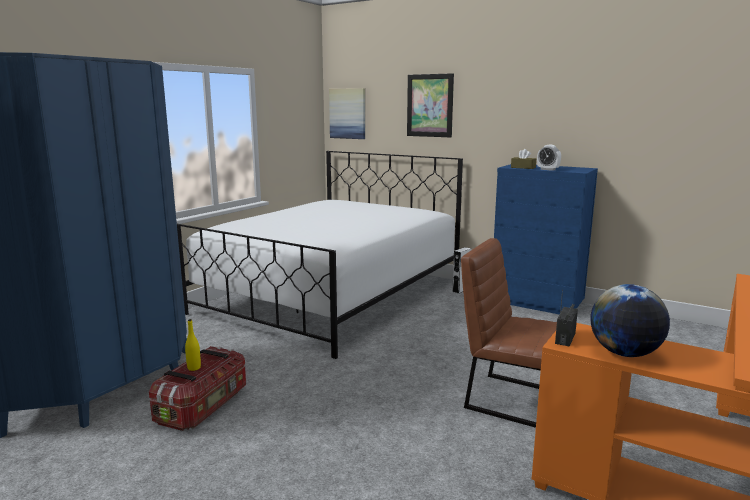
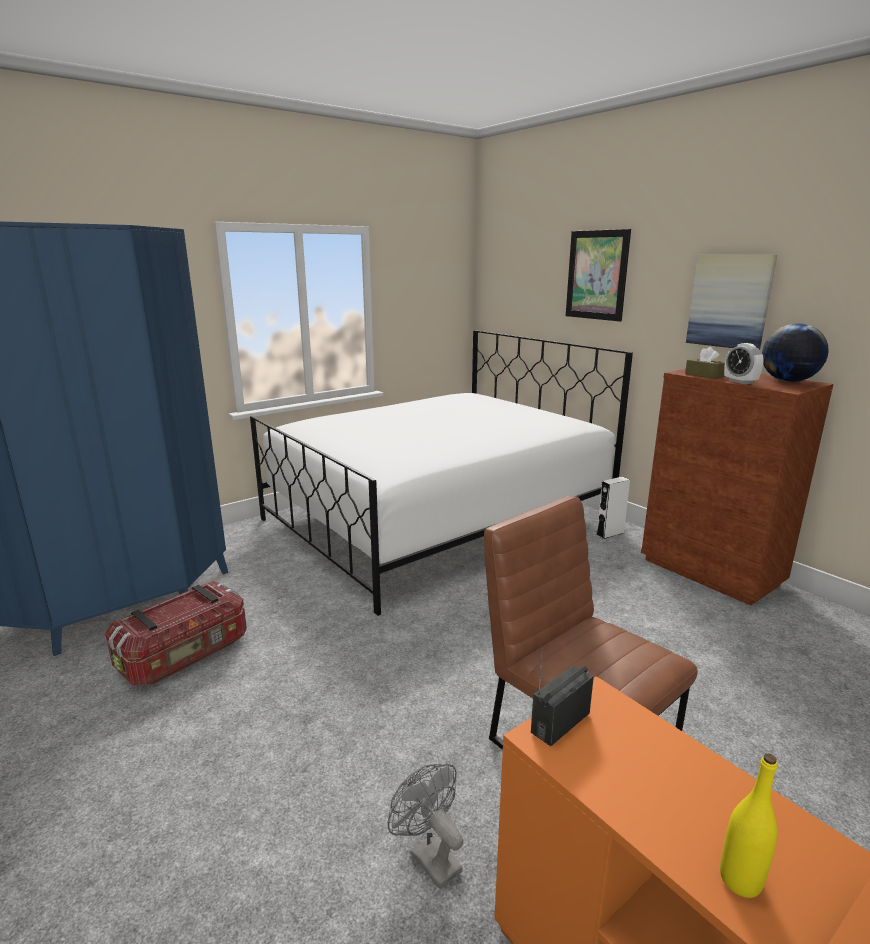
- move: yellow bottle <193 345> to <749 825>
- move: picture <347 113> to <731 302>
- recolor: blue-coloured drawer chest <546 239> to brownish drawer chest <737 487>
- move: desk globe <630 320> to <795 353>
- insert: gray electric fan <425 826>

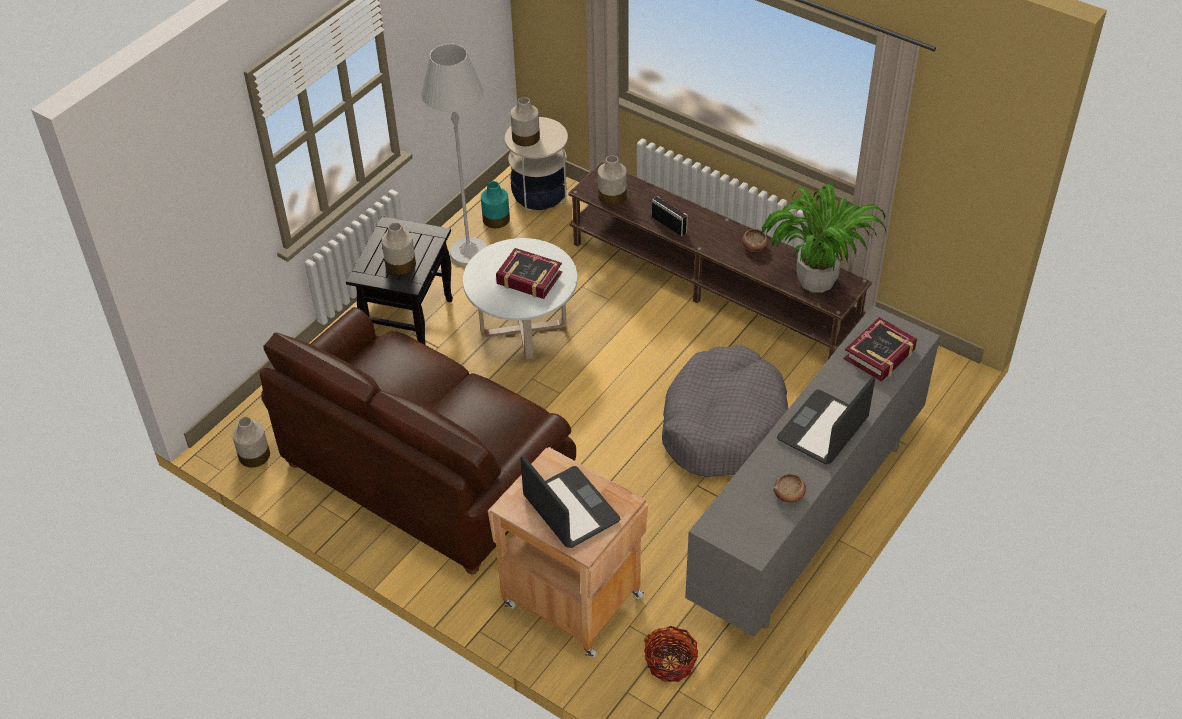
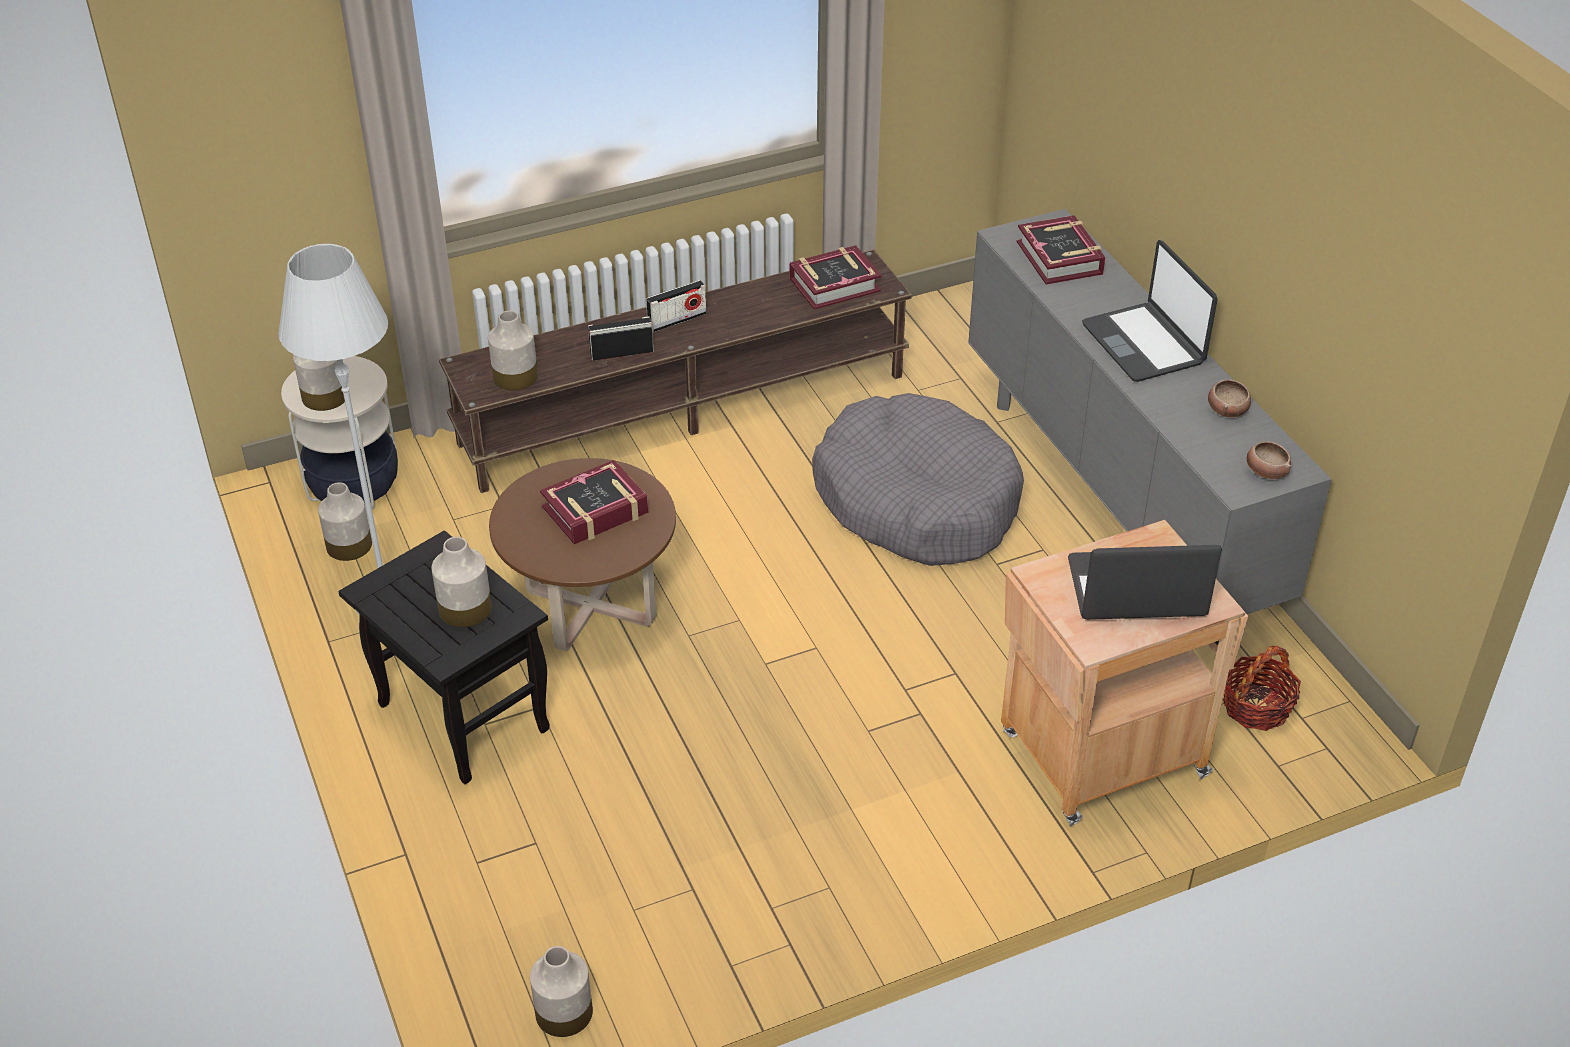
- delete: brownish couch <418 440>
- recolor: white coffee table <520 298> to brownish coffee table <582 554>
- recolor: turquoise-coloured vase <495 204> to beige-coloured vase <345 521>
- move: bowl <755 240> to <1269 460>
- replace: potted plant <824 238> to bound book <836 277>
- insert: radio set <676 306>

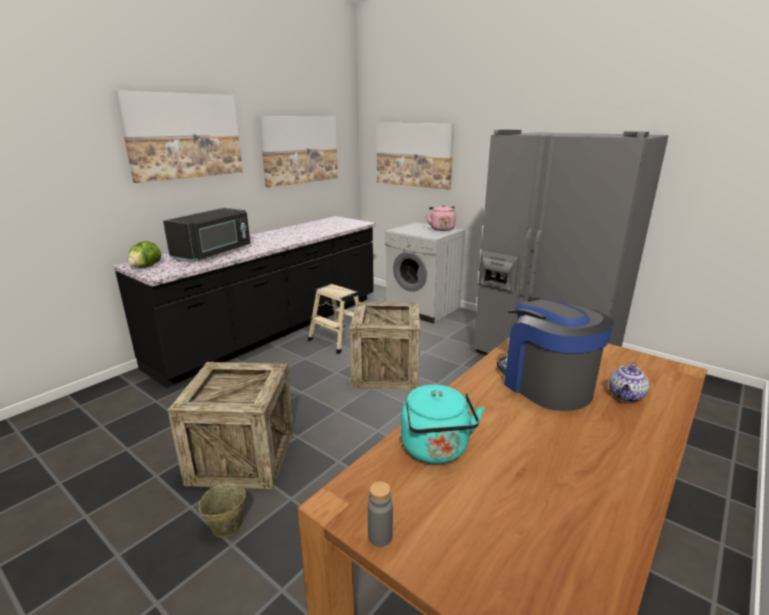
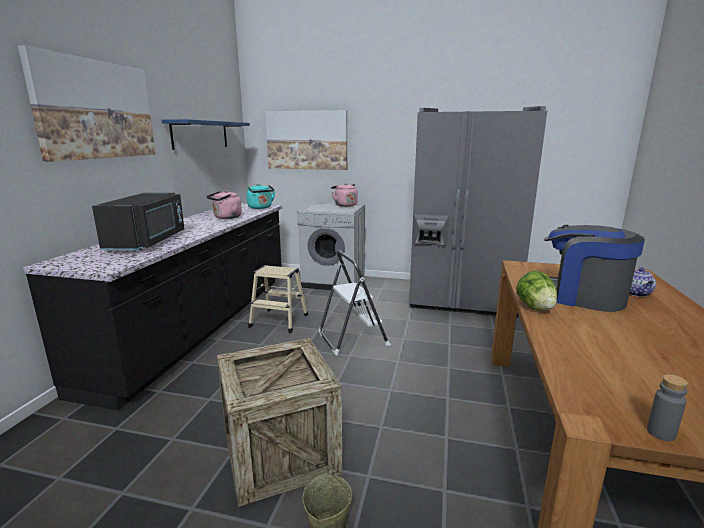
- move: head of lettuce <144 254> to <536 291>
- replace: picture <298 152> to blue-coloured bracket shelf <206 134>
- replace: crate <385 346> to white step stool <355 303>
- move: turquoise-coloured tea kettle <442 424> to <261 196>
- insert: pink-coloured tea kettle <224 204>

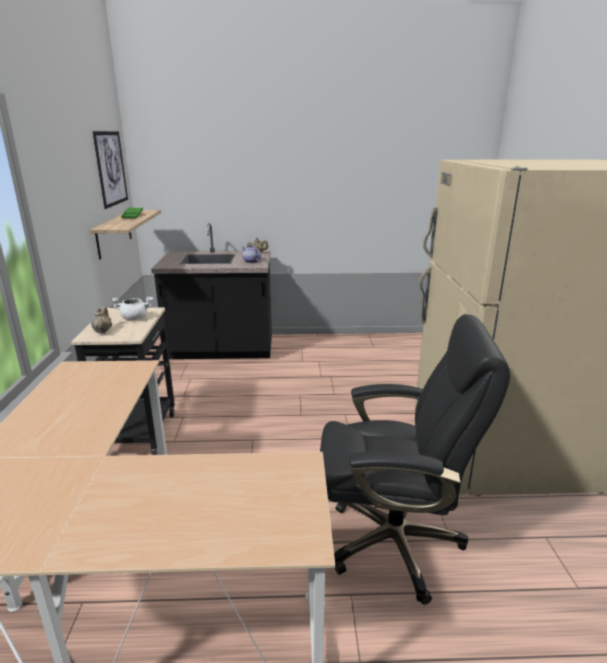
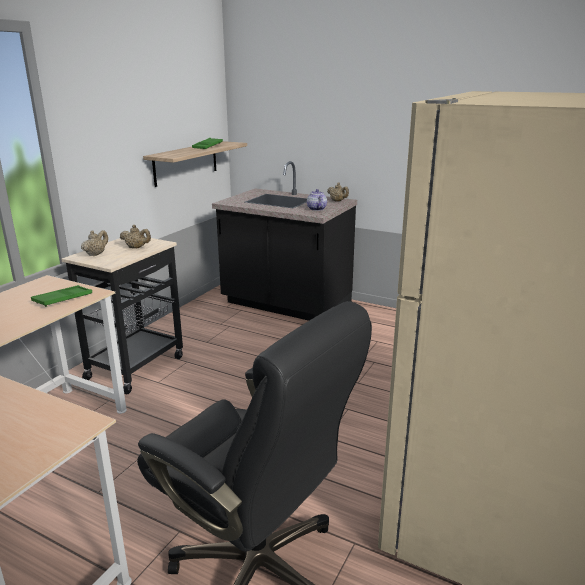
- delete: picture <110 170>
- replace: white stockpot <132 308> to beige-coloured tea pot <135 237>
- insert: green-coloured tray <61 296>

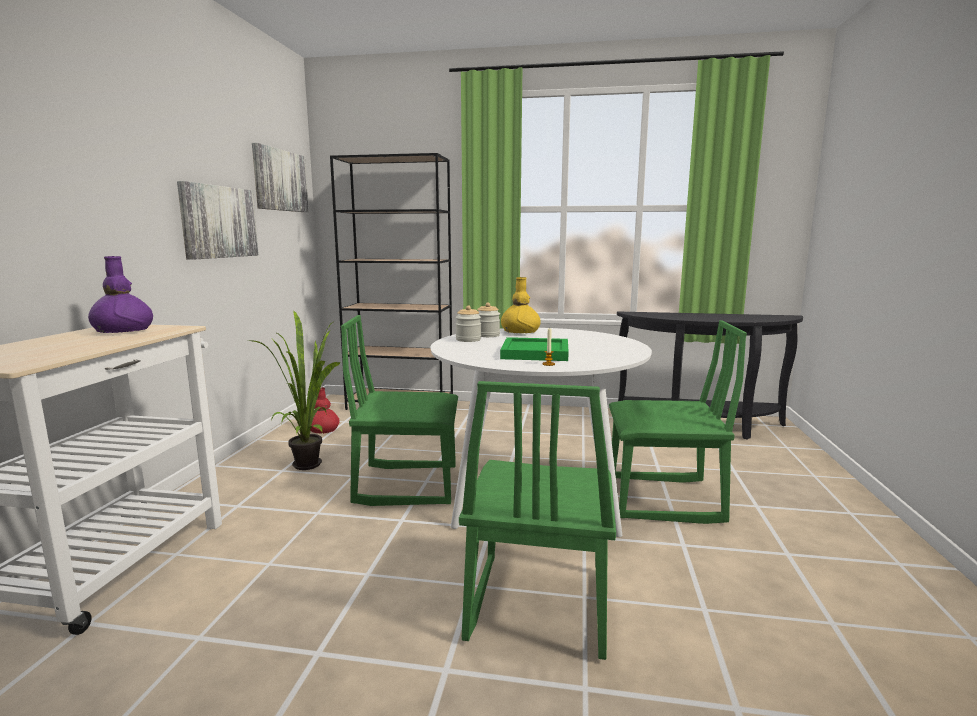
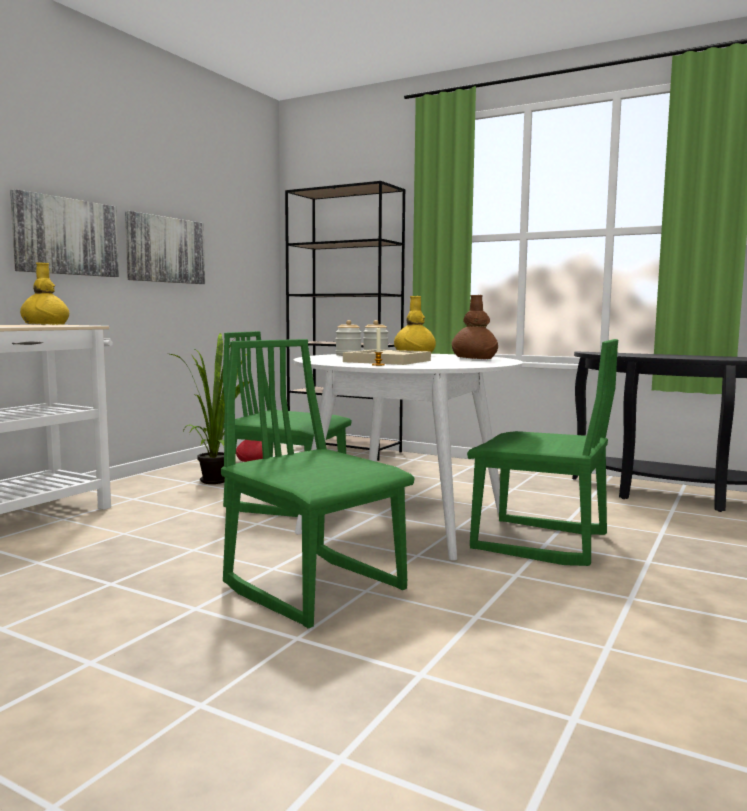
- recolor: purplish vase <120 294> to yellow vase <44 294>
- move: picture <280 177> to <64 233>
- rotate: green-coloured upright chair <537 520> = <317 484> 105 degrees clockwise
- recolor: green-coloured tray <534 349> to beige-coloured tray <387 357>
- insert: brownish vase <475 327>

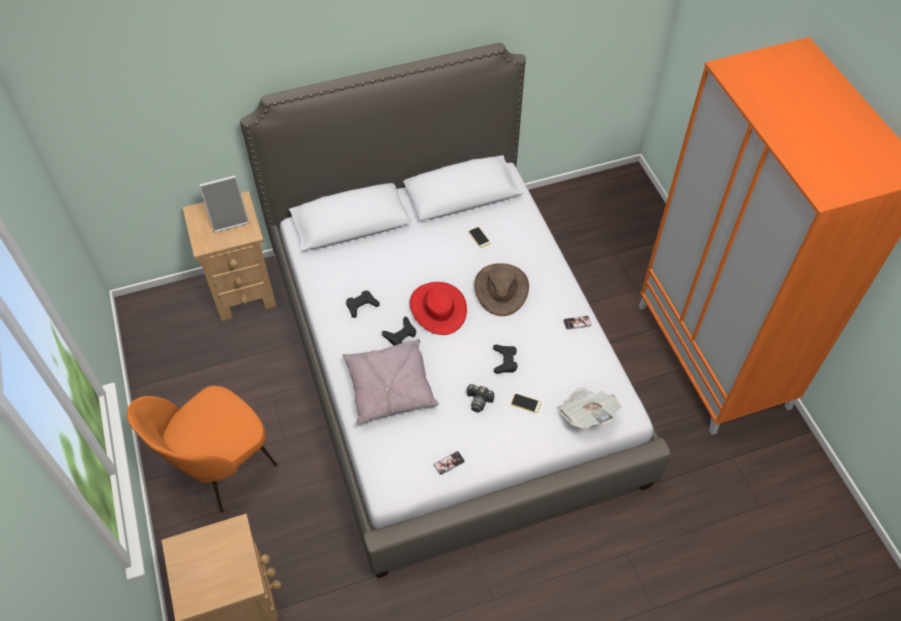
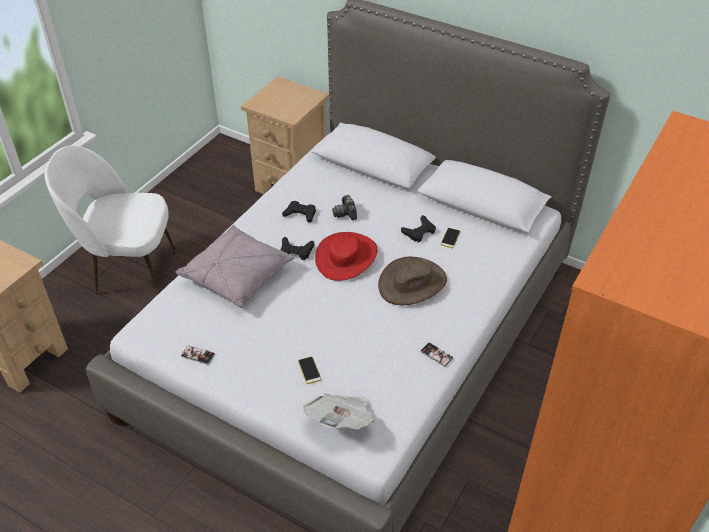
- recolor: orangey upright chair <202 449> to white upright chair <110 219>
- delete: picture frame <224 204>
- move: still camera <480 398> to <344 207>
- move: blackish joypad <505 358> to <418 228>

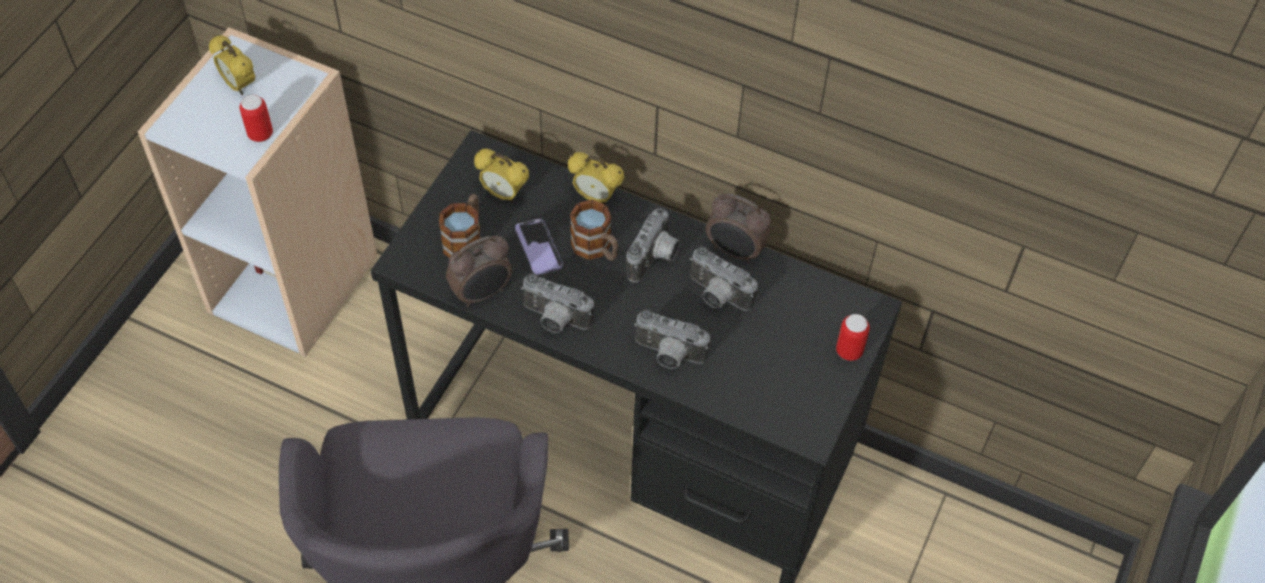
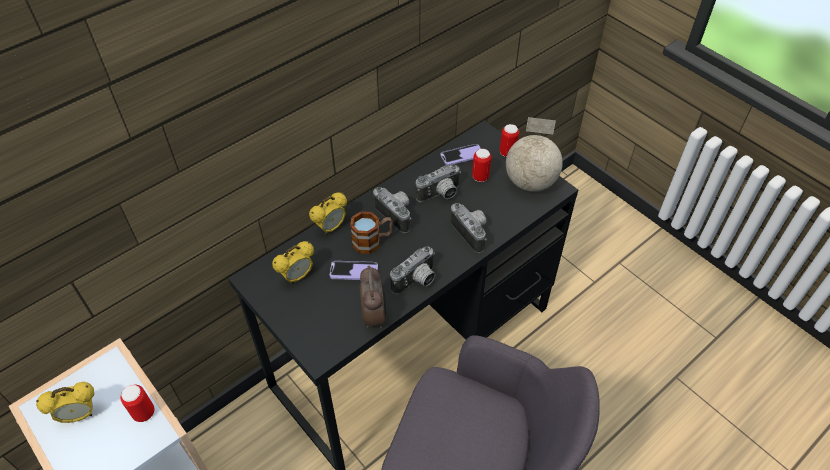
- delete: coffee mug <460 226>
- rotate: still camera <672 339> = <469 228> 75 degrees counterclockwise
- delete: table clock <738 229>
- insert: handset <460 154>
- insert: can <481 165>
- insert: desk globe <534 154>

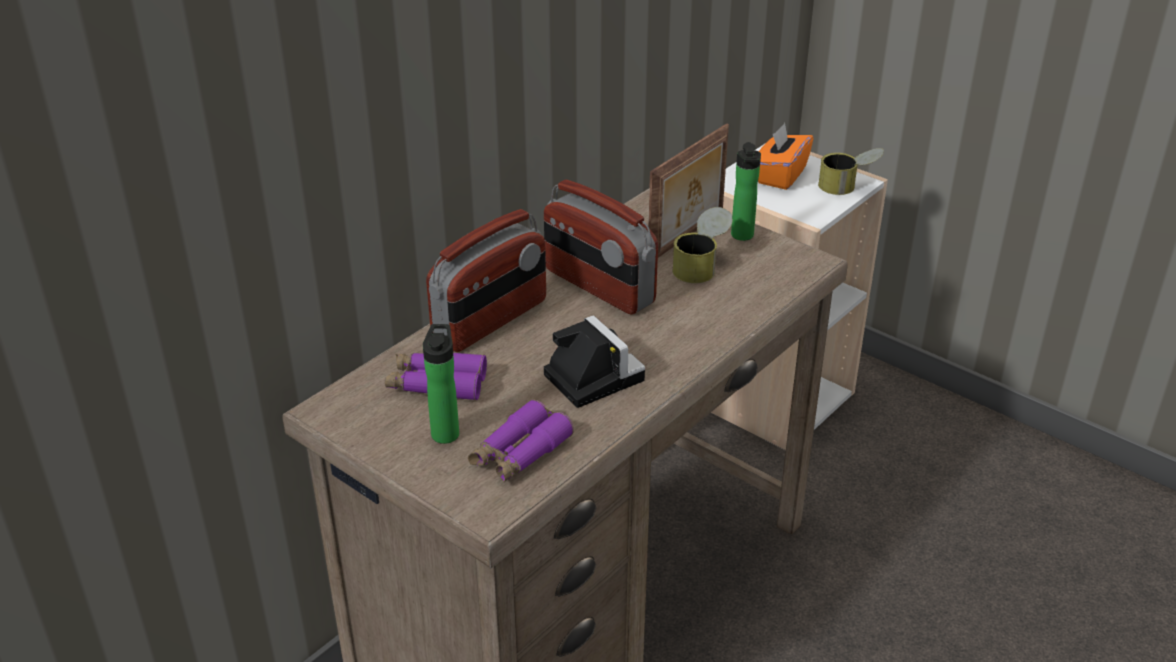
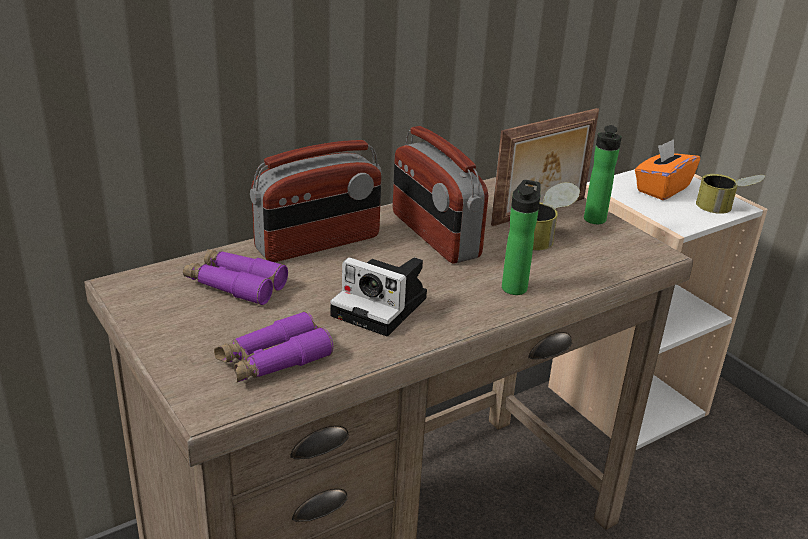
- move: bottle <441 384> to <521 237>
- rotate: still camera <594 361> = <378 296> 135 degrees clockwise

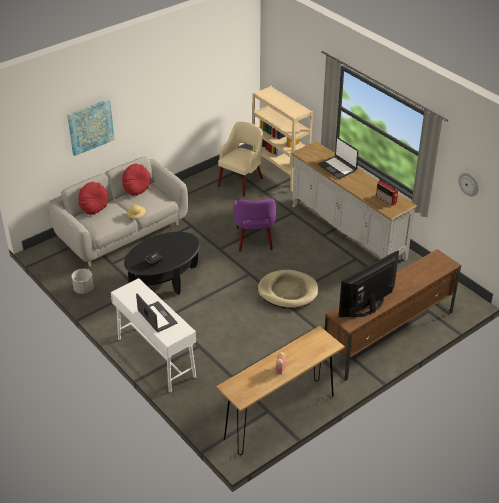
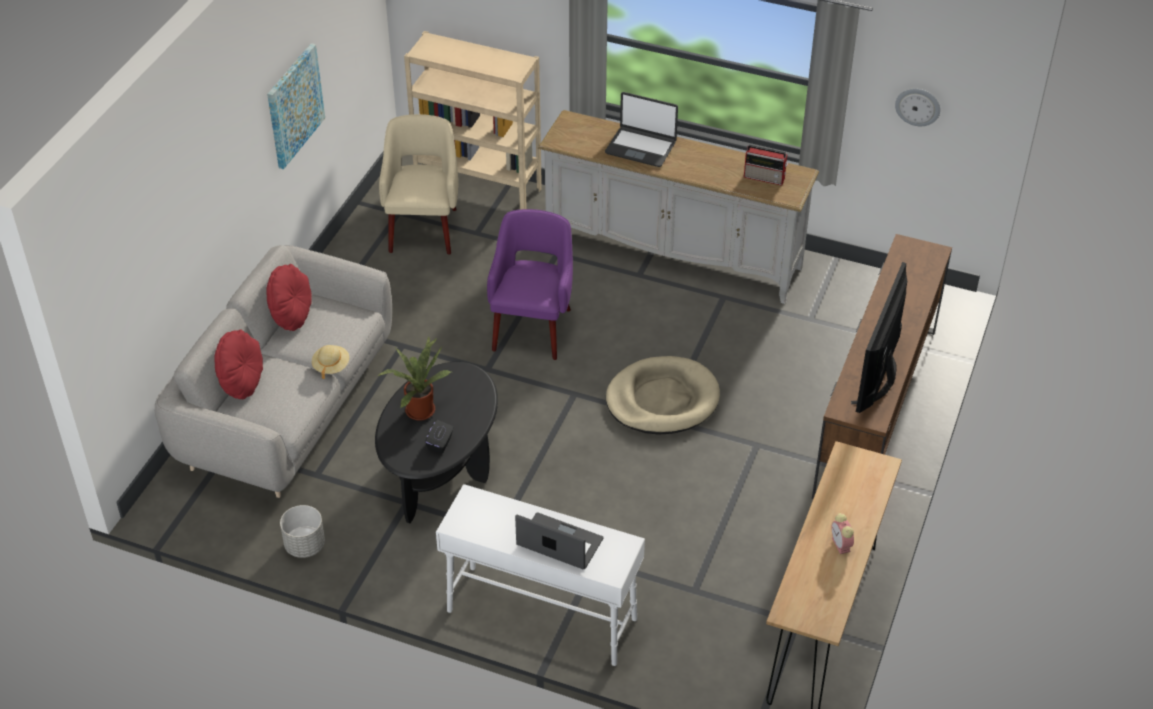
- move: picture <91 127> to <296 106>
- rotate: purplish armchair <254 225> = <530 284> 135 degrees counterclockwise
- insert: potted plant <414 378>

